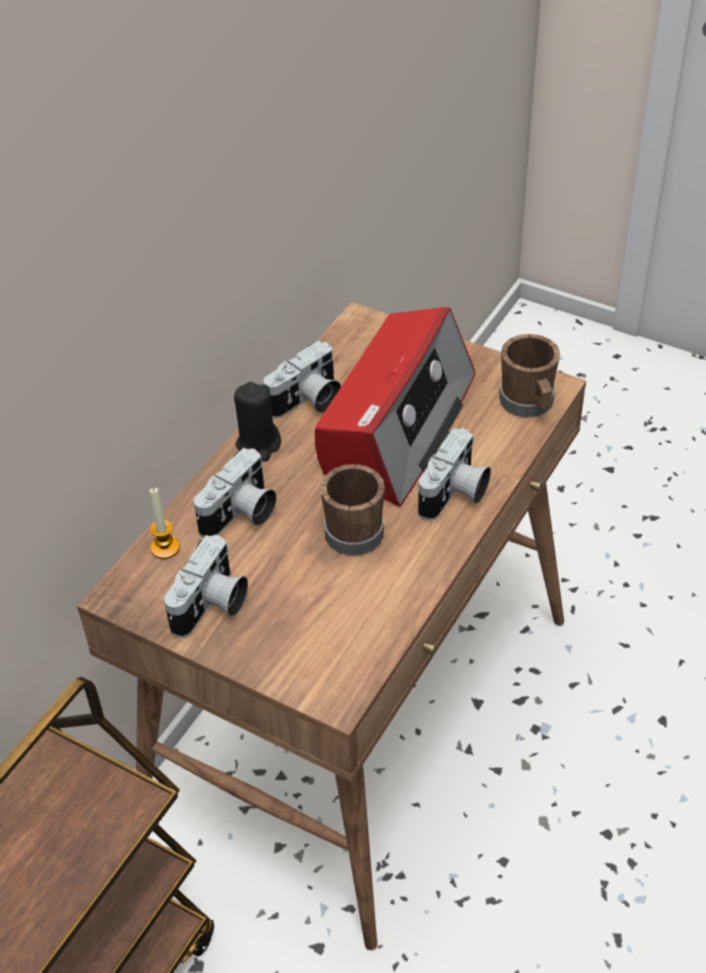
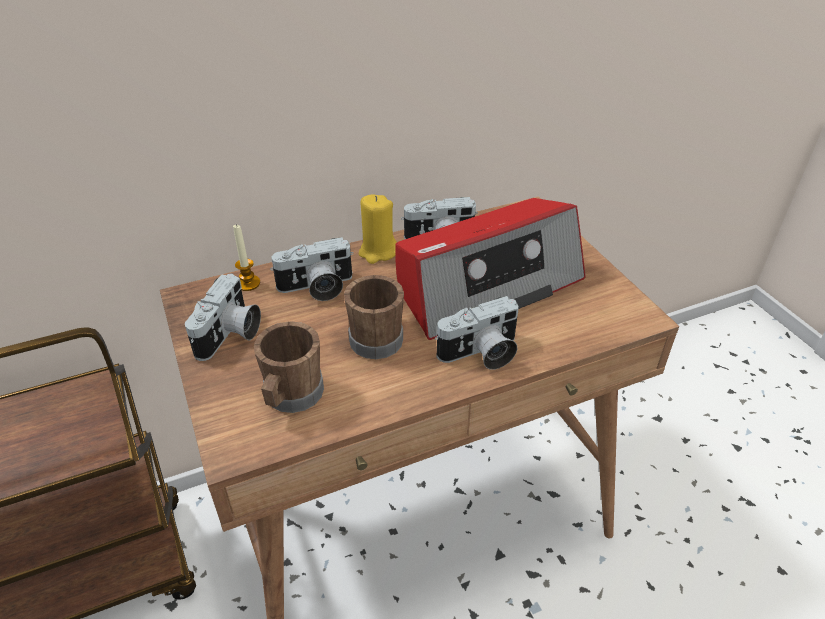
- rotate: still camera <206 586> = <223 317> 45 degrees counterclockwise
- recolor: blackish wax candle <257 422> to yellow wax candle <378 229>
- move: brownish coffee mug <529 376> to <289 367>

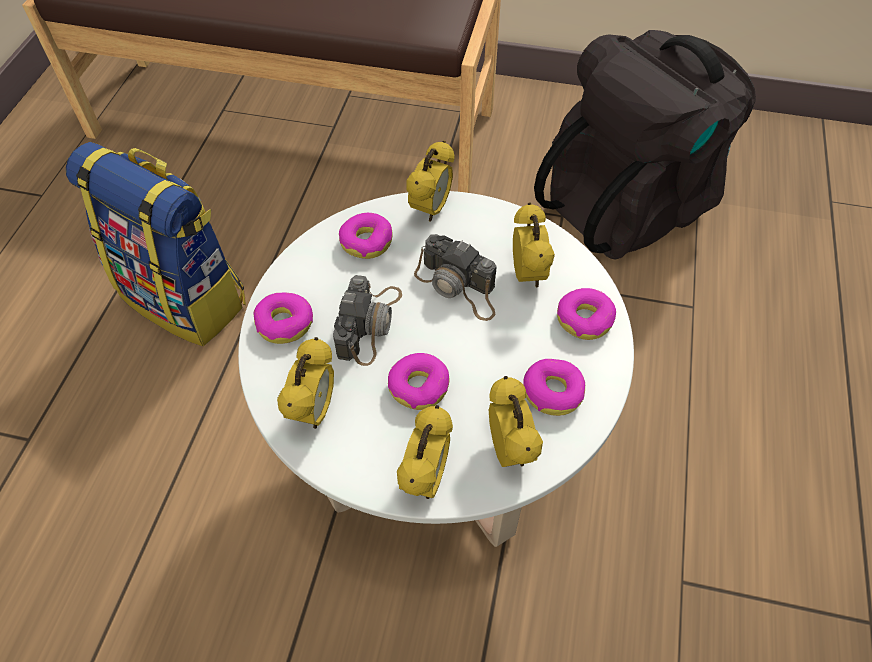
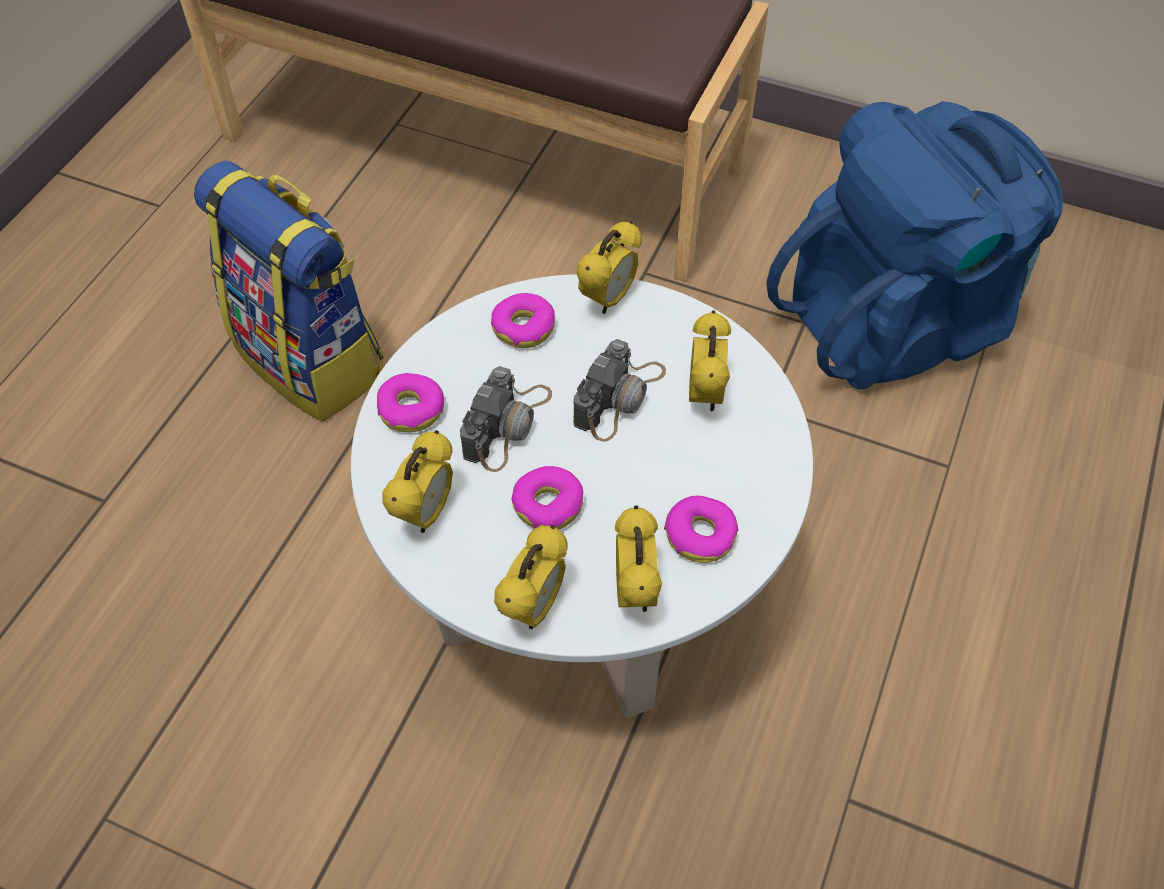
- rotate: still camera <455 277> = <619 390> 105 degrees counterclockwise
- recolor: blackish rucksack <645 144> to blue-coloured rucksack <914 245>
- delete: ring doughnut <586 314>

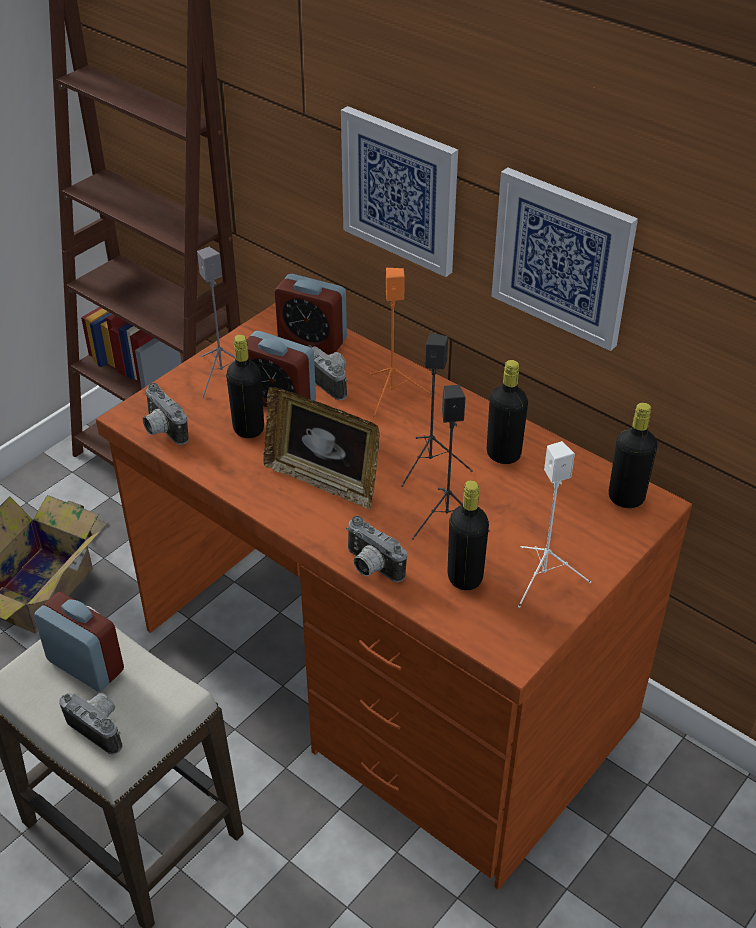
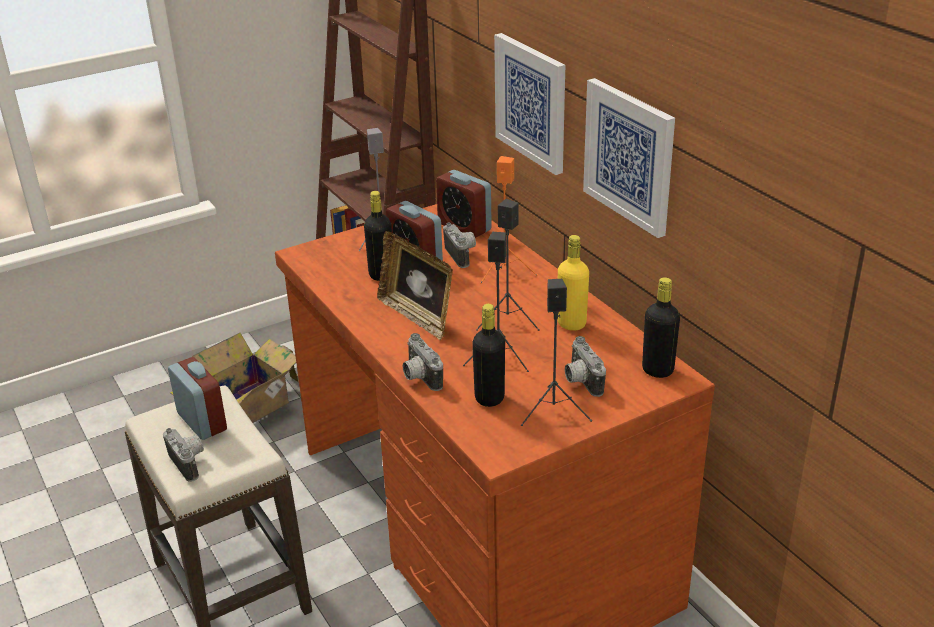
- move: still camera <166 414> to <585 366>
- recolor: blackish bottle <507 412> to yellow bottle <573 283>
- recolor: white loudspeaker <554 524> to blackish loudspeaker <556 352>

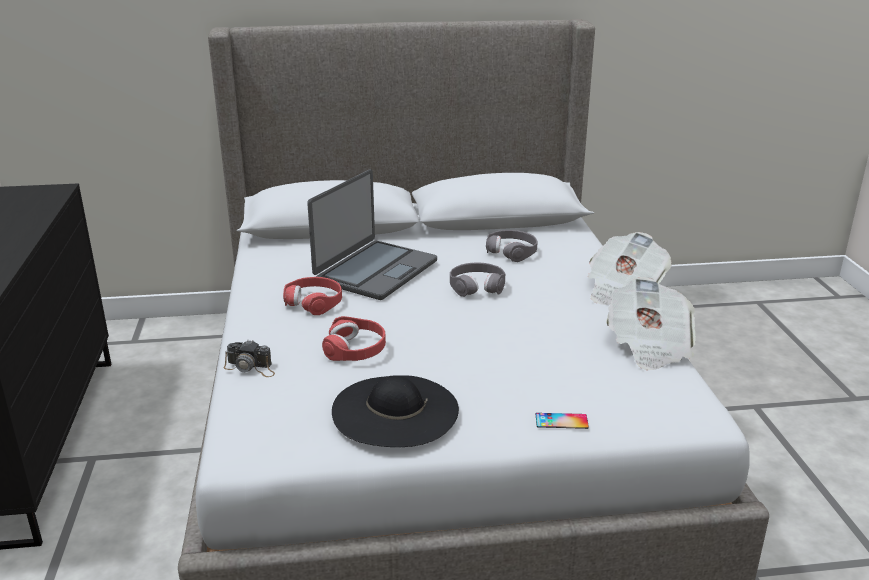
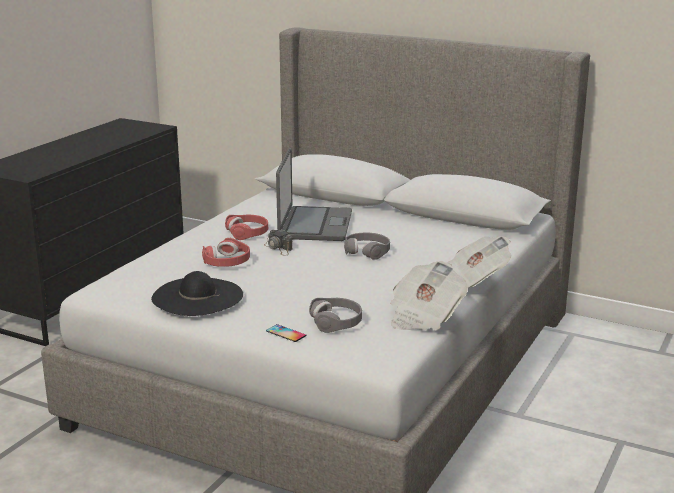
- move: still camera <249 358> to <278 242>
- rotate: notebook computer <372 234> = <314 194> 60 degrees counterclockwise
- move: gray headphones <512 246> to <335 315>

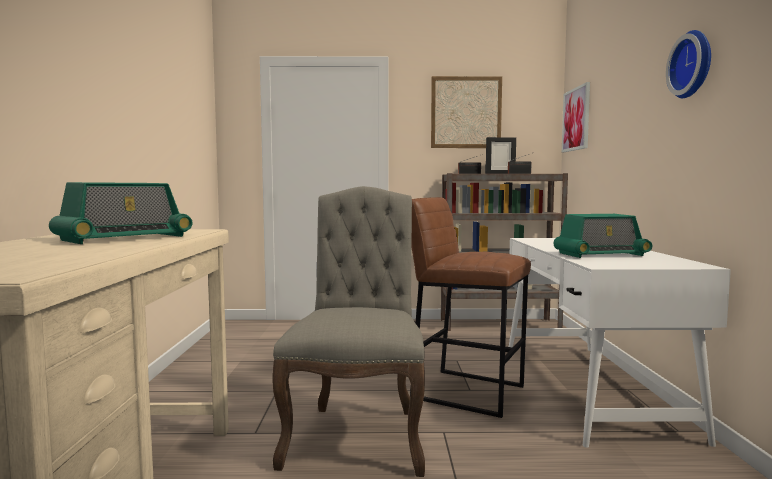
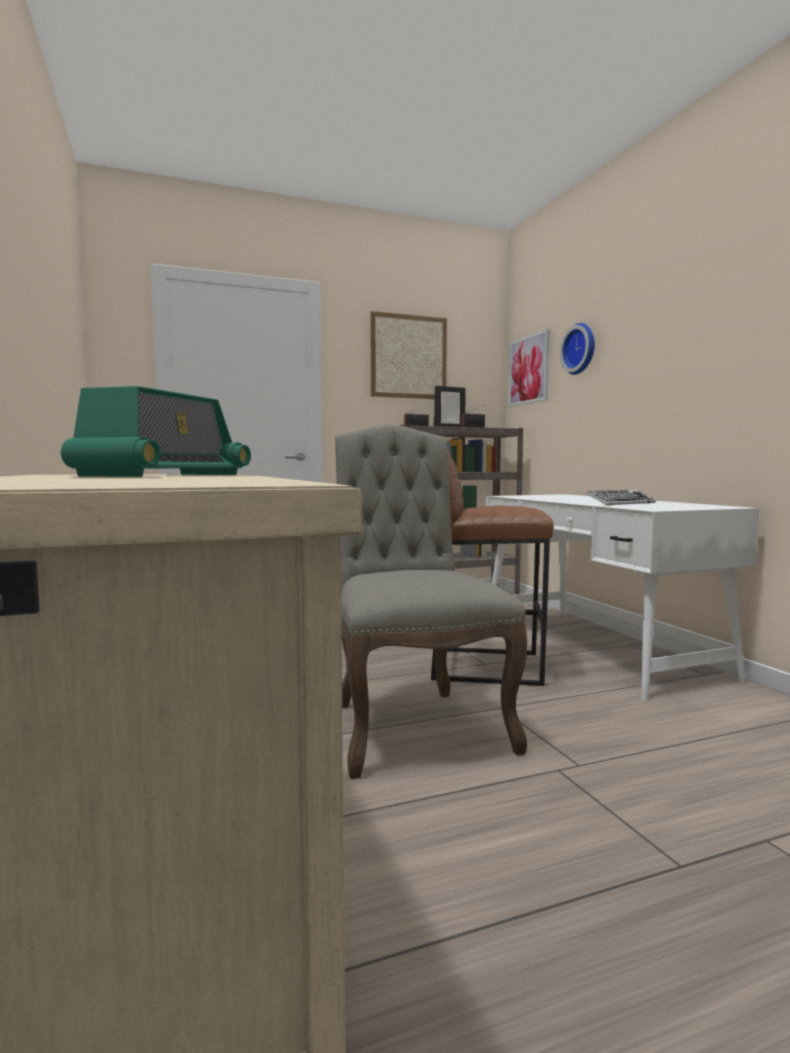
- replace: radio set <603 236> to keyboard <621 497>
- move: hanging clock <688 64> to <577 349>

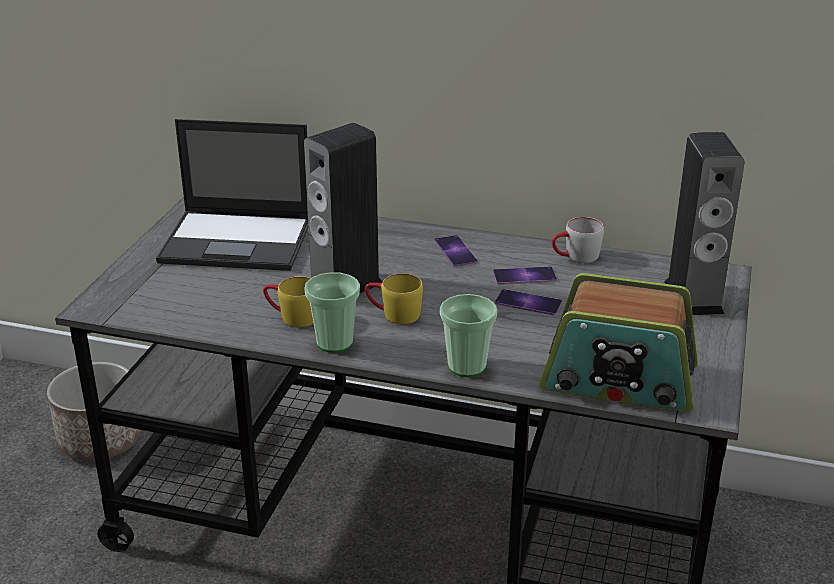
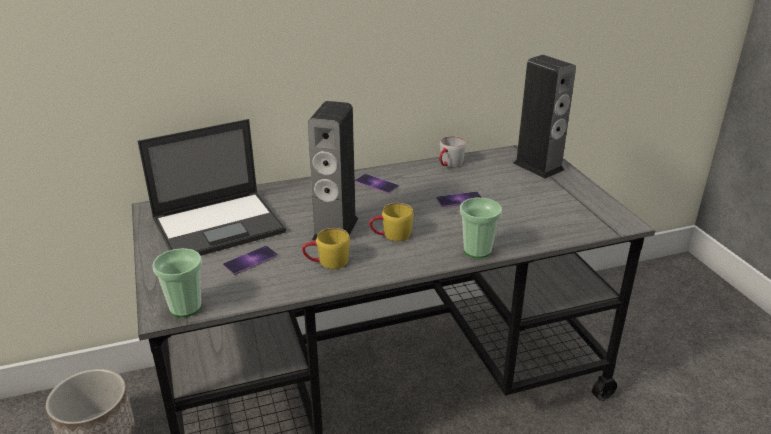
- move: small cup <332 312> to <177 282>
- move: handset <525 275> to <250 260>
- delete: radio set <619 342>

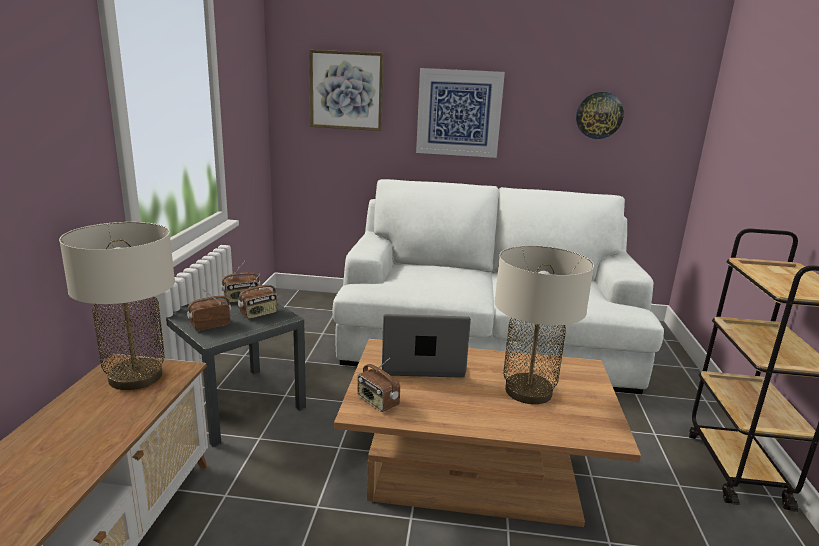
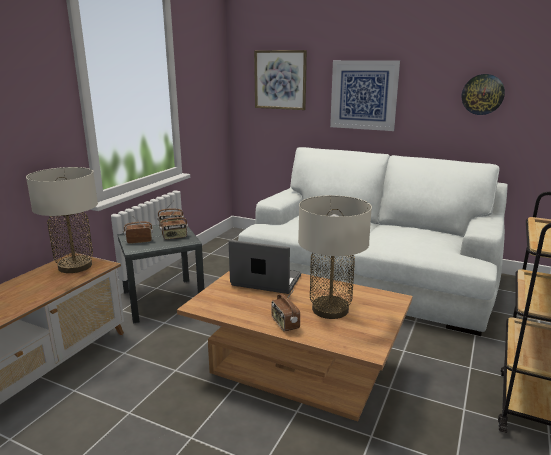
- move: radio set <378 385> to <286 311>

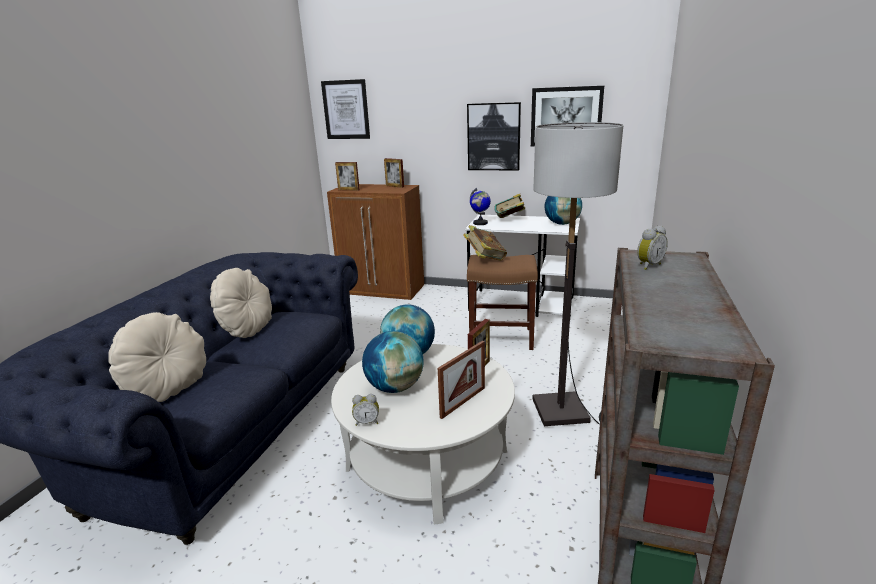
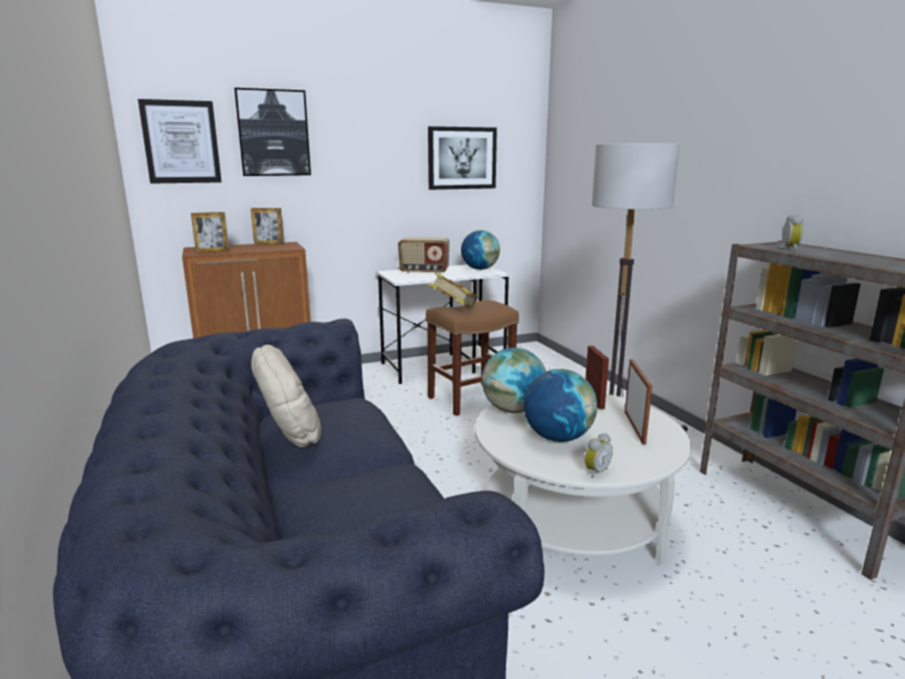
- delete: beige-coloured pillow <157 357>
- move: picture <494 136> to <272 132>
- delete: desk globe <480 206>
- replace: bound book <509 206> to radio set <423 255>

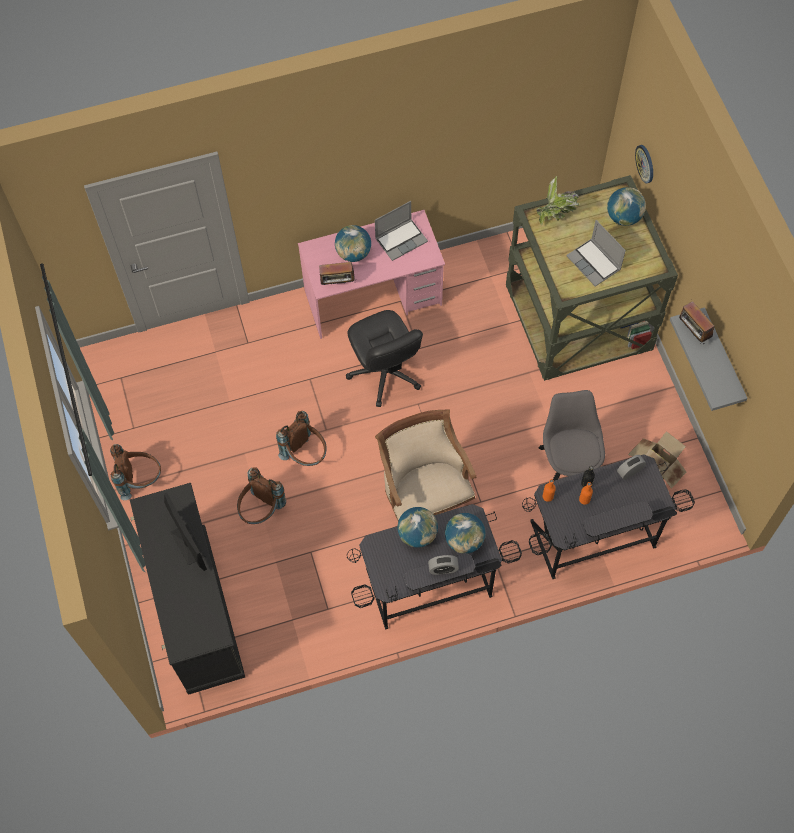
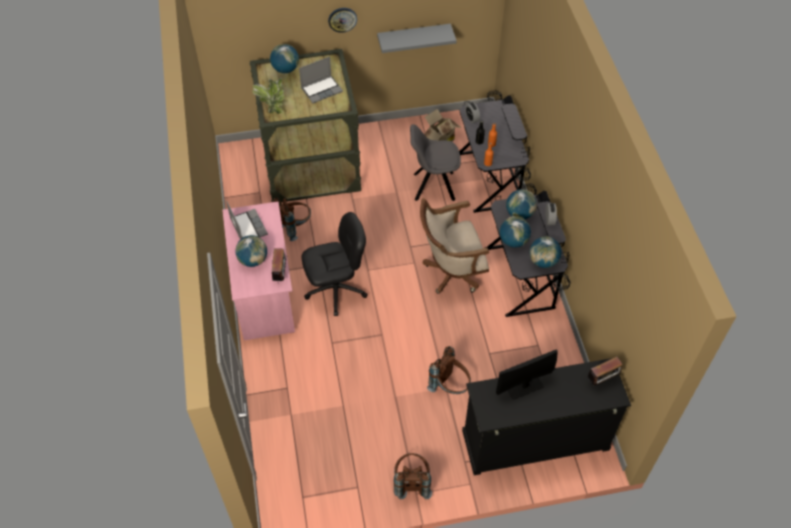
- move: brownish rucksack <301 438> to <291 219>
- move: hanging clock <644 164> to <342 20>
- move: radio set <697 322> to <604 371>
- insert: desk globe <545 252>

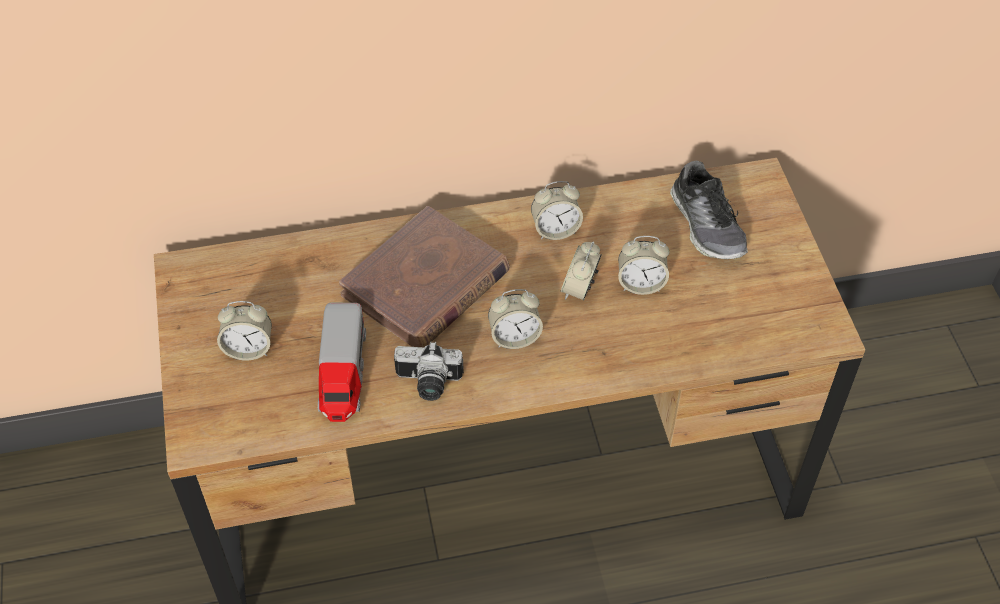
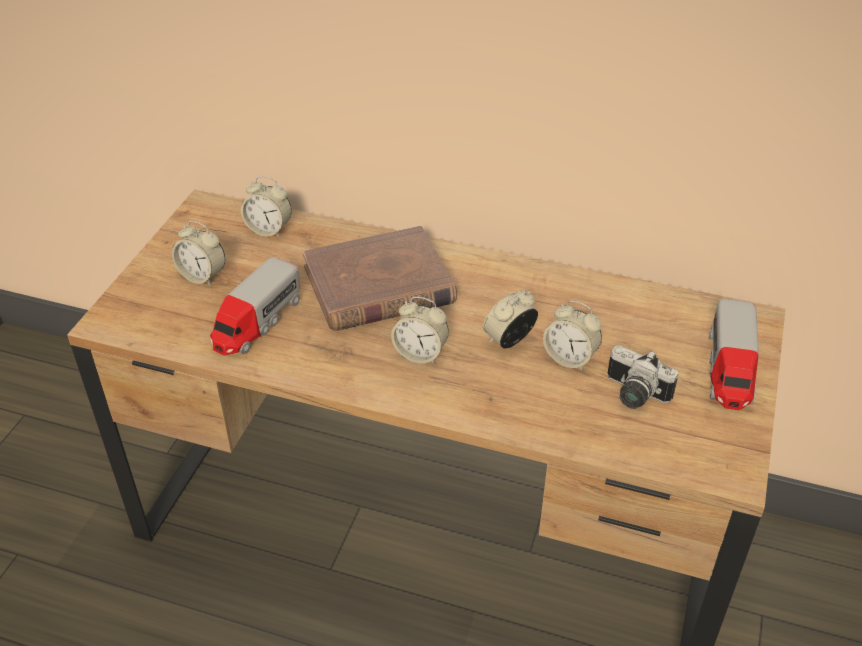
- move: still camera <429 371> to <643 377>
- move: table clock <557 210> to <266 207>
- delete: shoe <709 210>
- insert: model truck <734 354>

